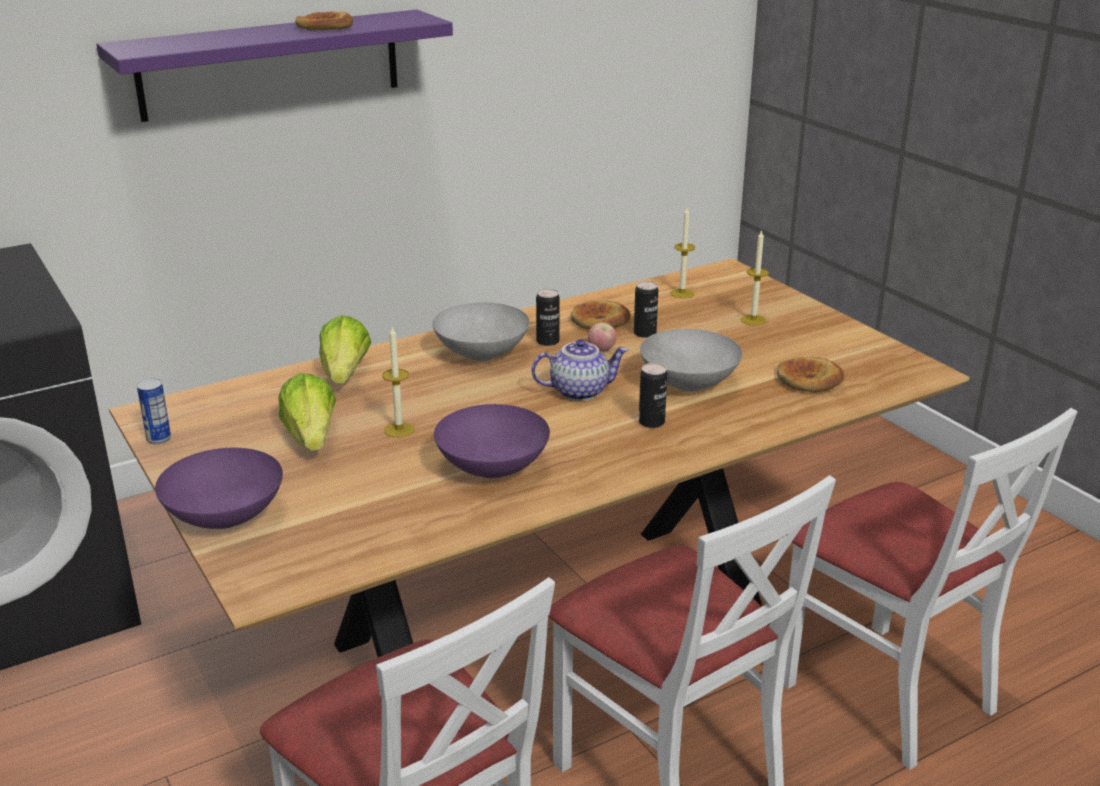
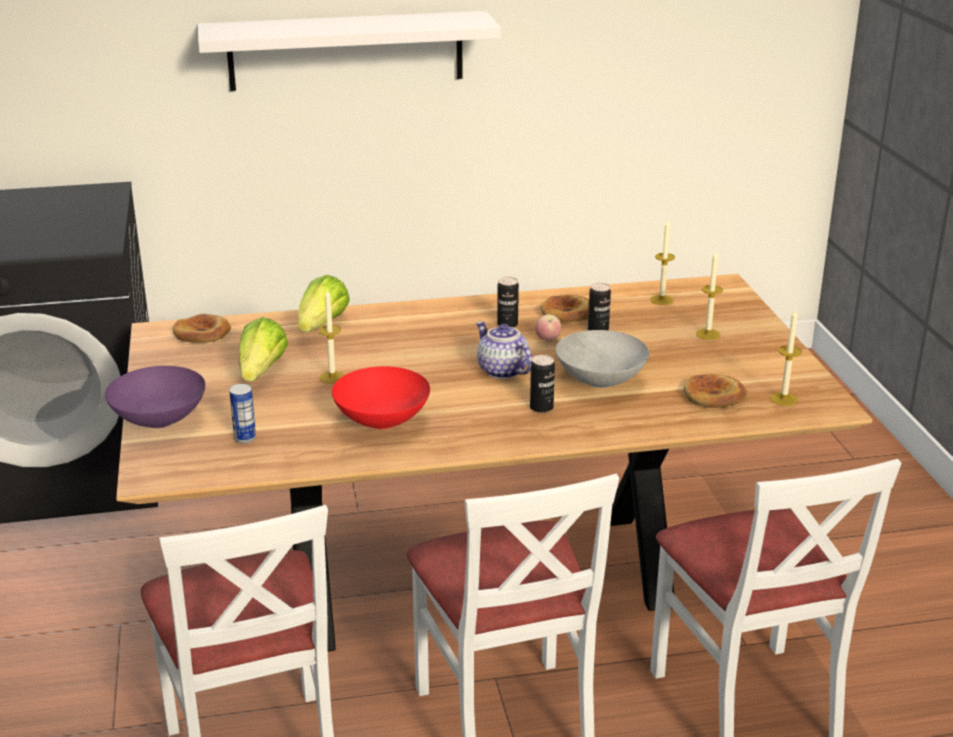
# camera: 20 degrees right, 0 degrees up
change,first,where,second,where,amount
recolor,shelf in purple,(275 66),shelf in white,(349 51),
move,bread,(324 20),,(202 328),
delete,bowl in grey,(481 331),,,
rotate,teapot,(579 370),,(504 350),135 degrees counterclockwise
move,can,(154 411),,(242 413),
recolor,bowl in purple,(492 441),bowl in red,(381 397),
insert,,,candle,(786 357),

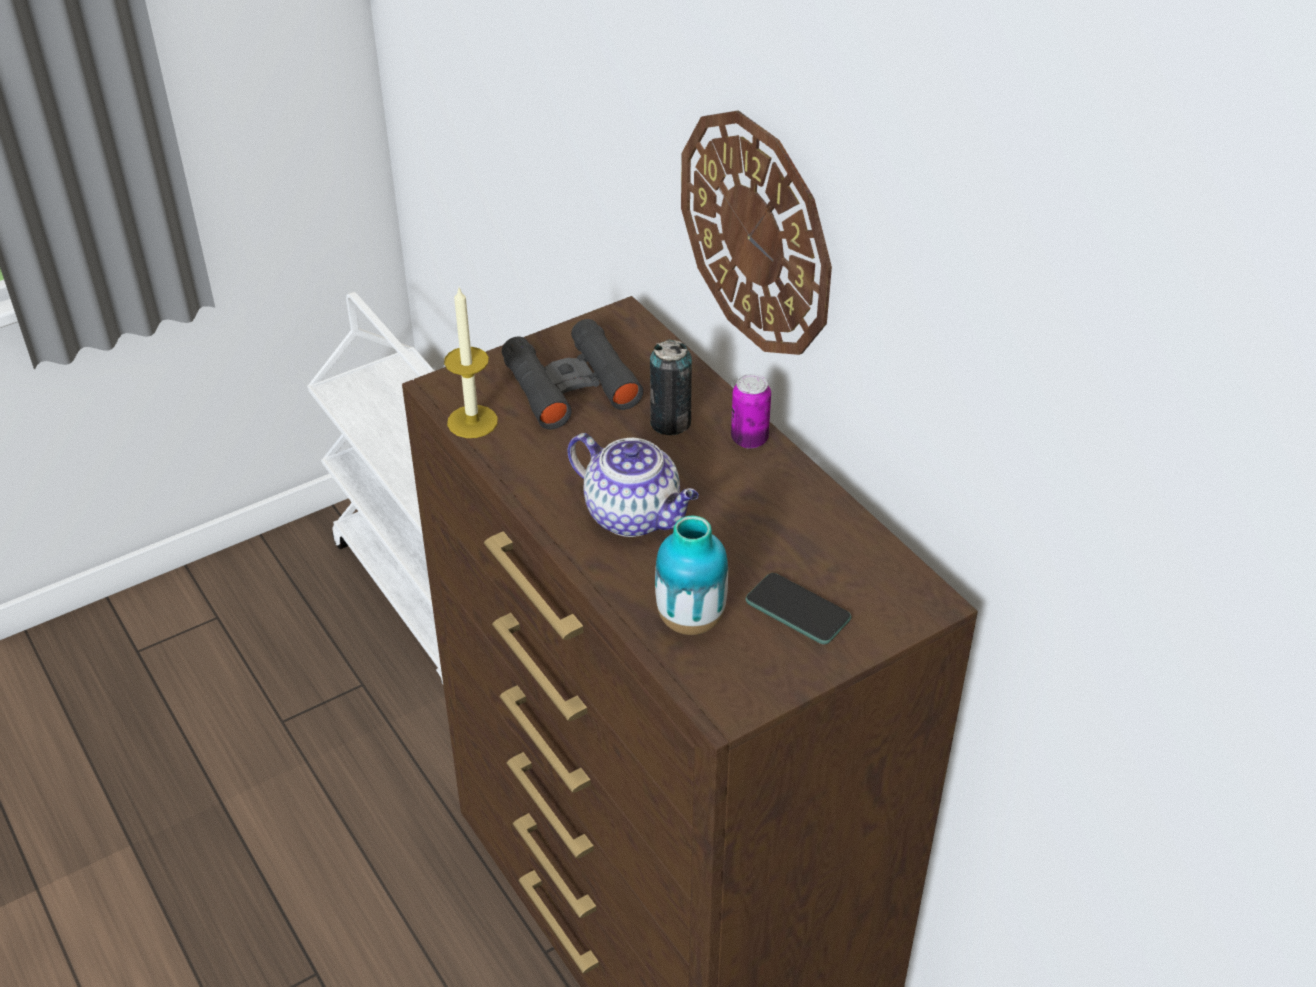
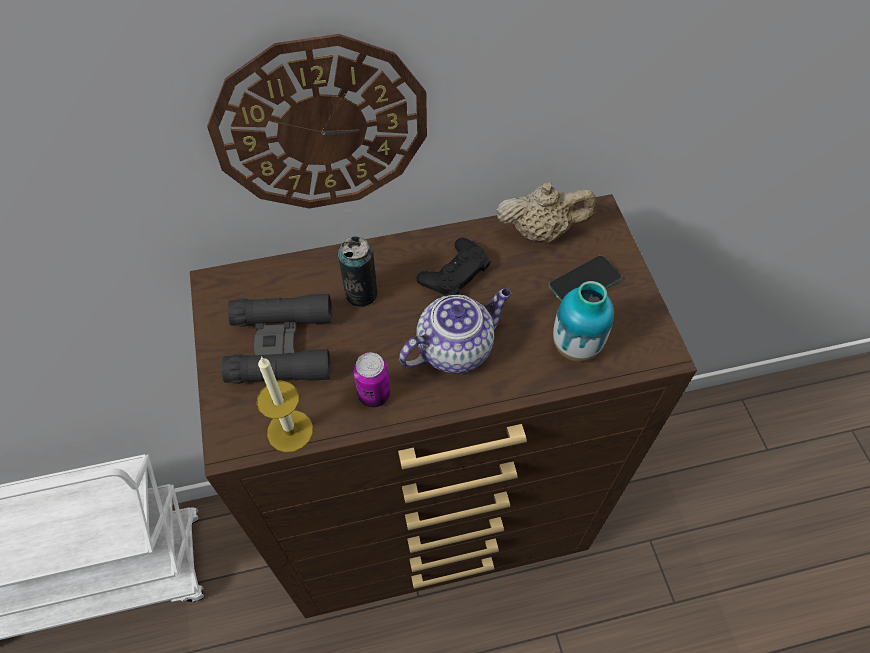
# camera: 70 degrees left, 15 degrees up
change,first,where,second,where,amount
move,can,(751 411),,(371 380),
insert,,,teapot in beige,(546 212),
insert,,,game controller in black,(454 267),

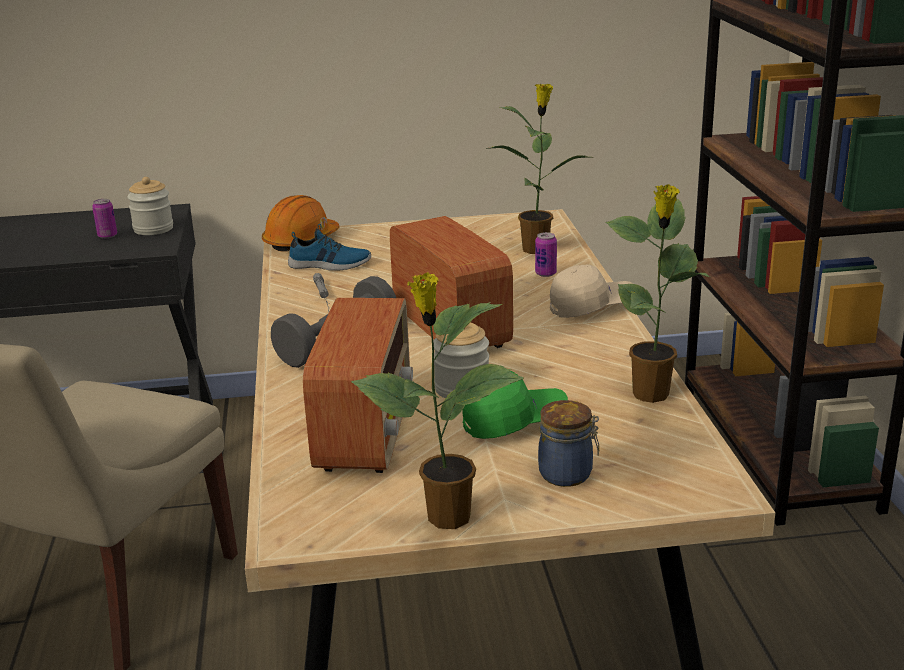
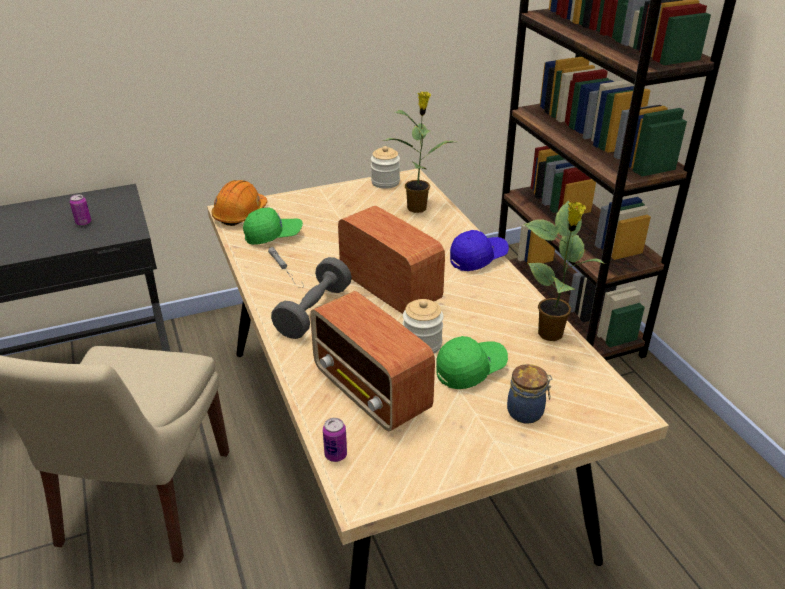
# camera: 15 degrees left, 10 degrees up
change,first,where,second,where,amount
move,jar,(150 206),,(385 167),
replace,shoe,(329 247),cap in green,(273 226),
move,can,(546 254),,(335 440),
recolor,cap in beige,(591 291),cap in blue,(479 250),
delete,potted plant,(437 400),,,
rotate,radio,(358 385),,(372 361),150 degrees clockwise

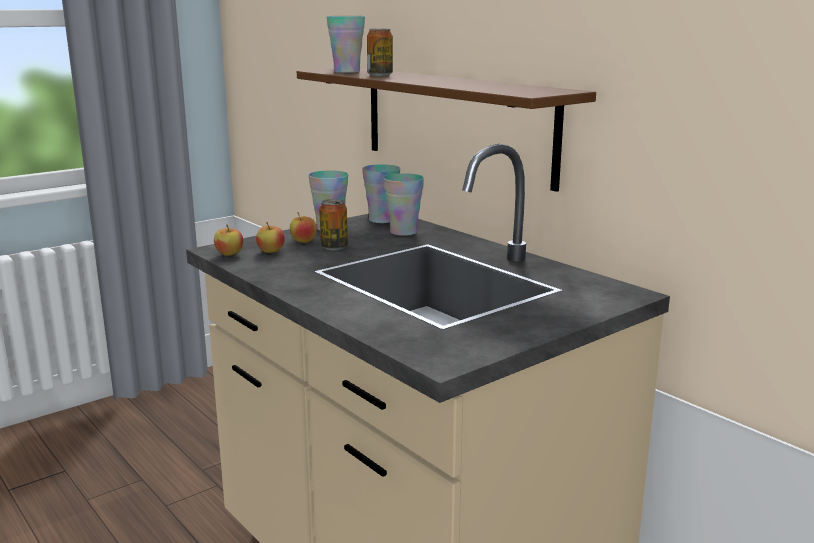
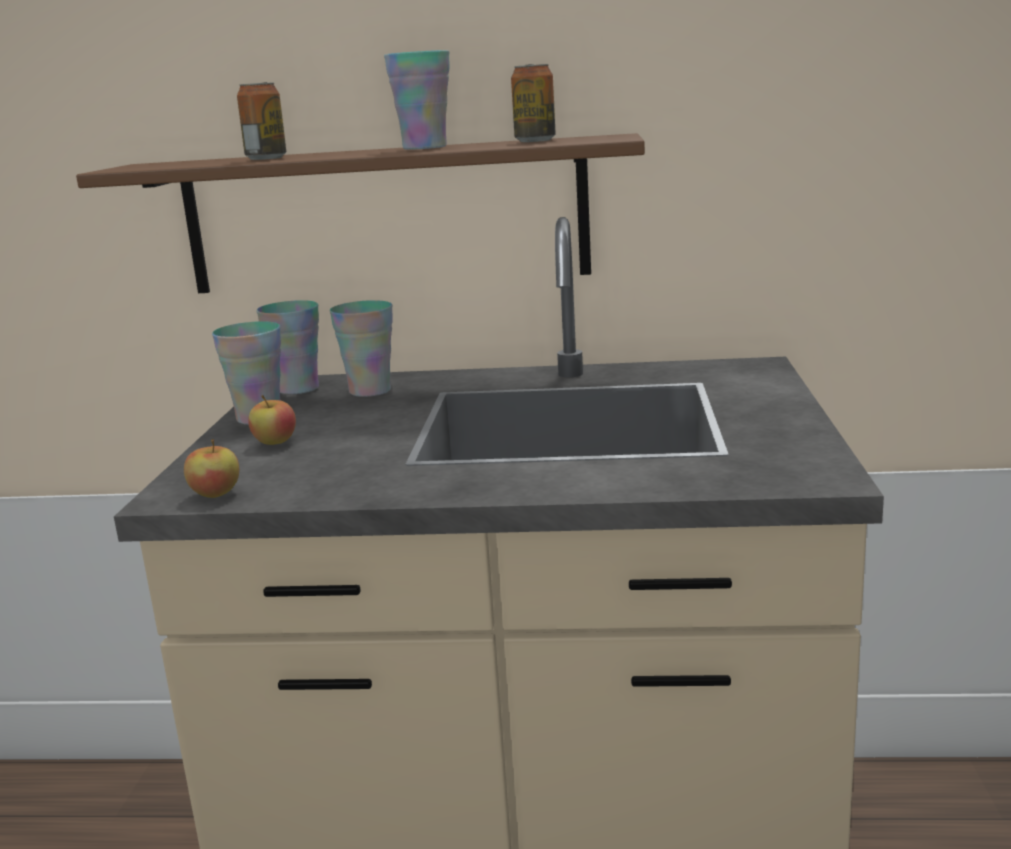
# camera: 45 degrees left, 0 degrees up
change,first,where,second,where,amount
move,cup,(346 44),,(417 100),
move,can,(333 224),,(533 103),
delete,apple,(270 237),,,

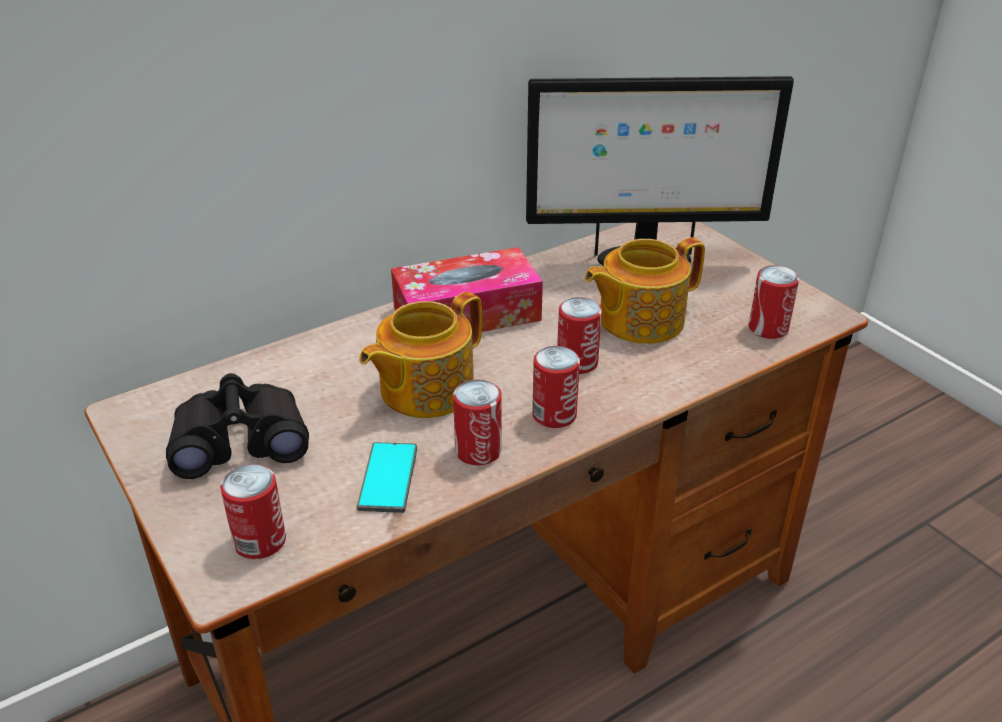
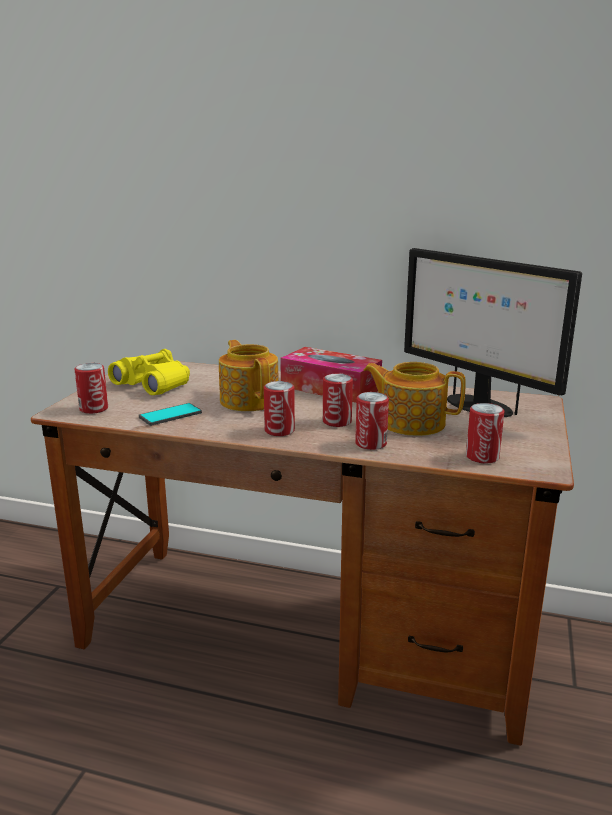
# camera: 50 degrees right, 15 degrees down
change,first,where,second,where,amount
rotate,teapot,(420 355),,(249 375),60 degrees clockwise
recolor,binoculars in black,(237 426),binoculars in yellow,(149 372),
move,can,(477 422),,(372 421),

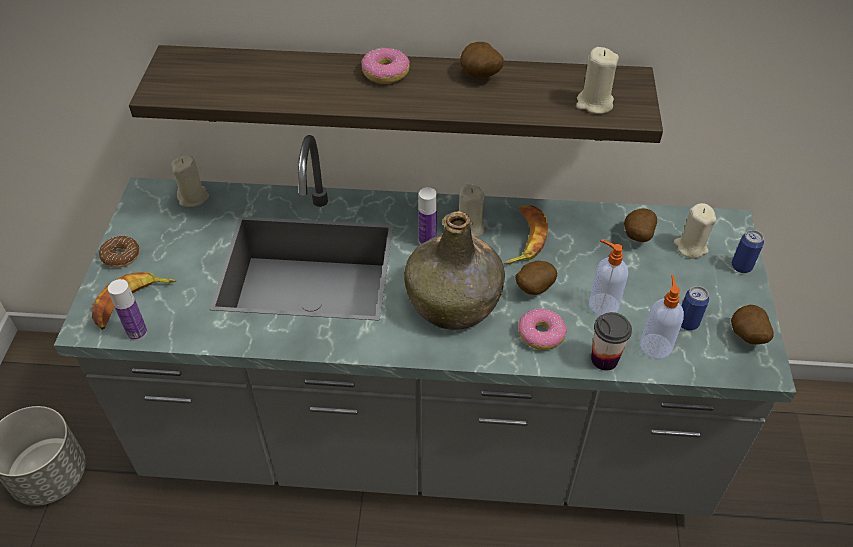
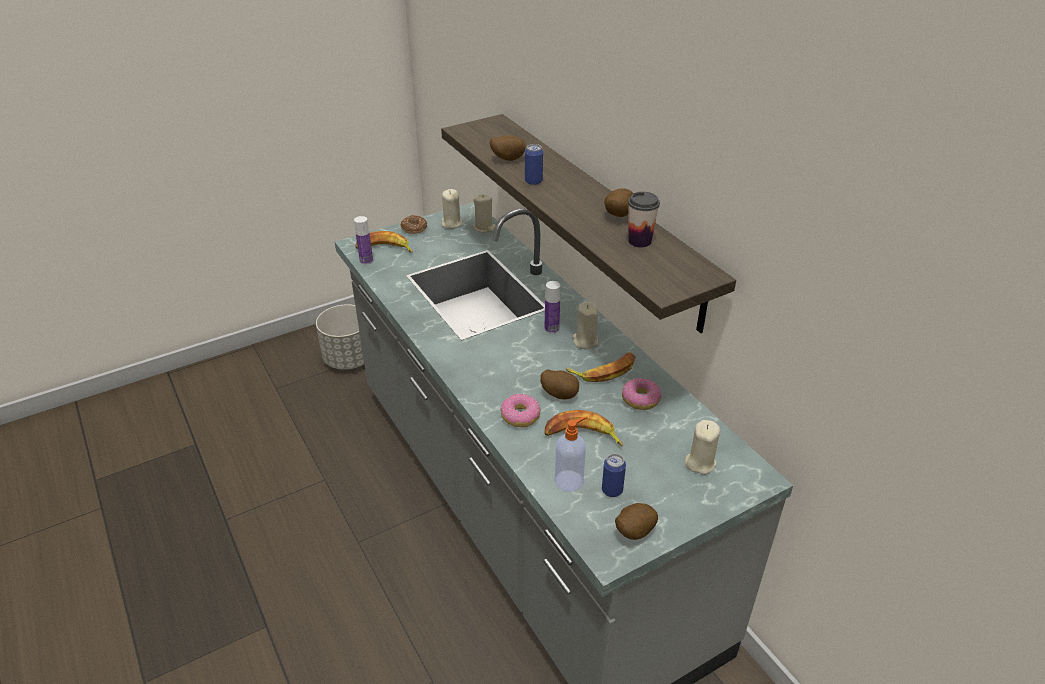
# camera: 55 degrees right, 10 degrees down
change,first,where,second,where,amount
move,candle in beige,(597 80),,(451 209),
move,donut,(385 66),,(641 394),
move,potato,(640 225),,(508 148),
delete,bottle in green,(454 270),,,
move,can,(748 251),,(534 164),
replace,soap dispenser,(608 277),banana,(584 428),
move,cup,(611 341),,(644 220),

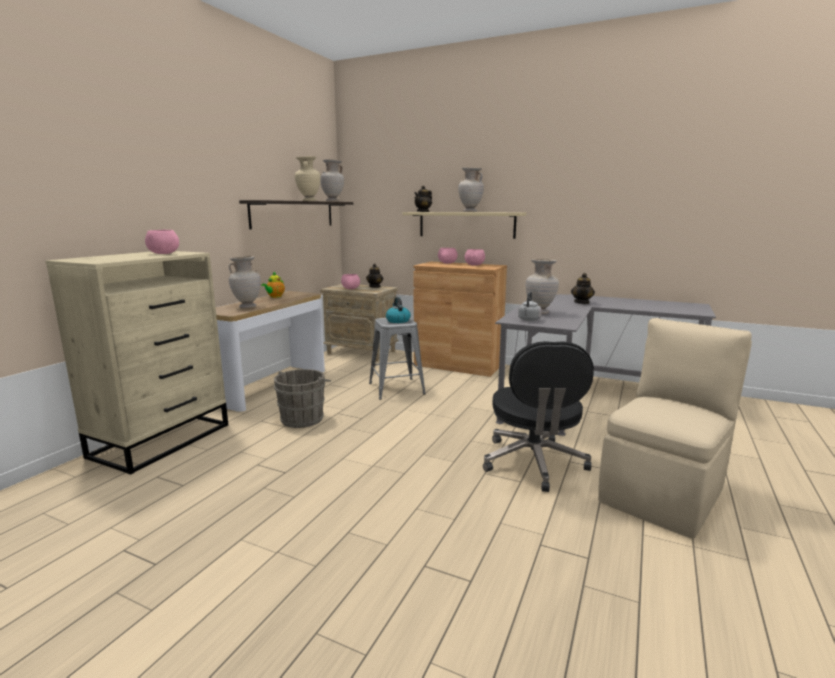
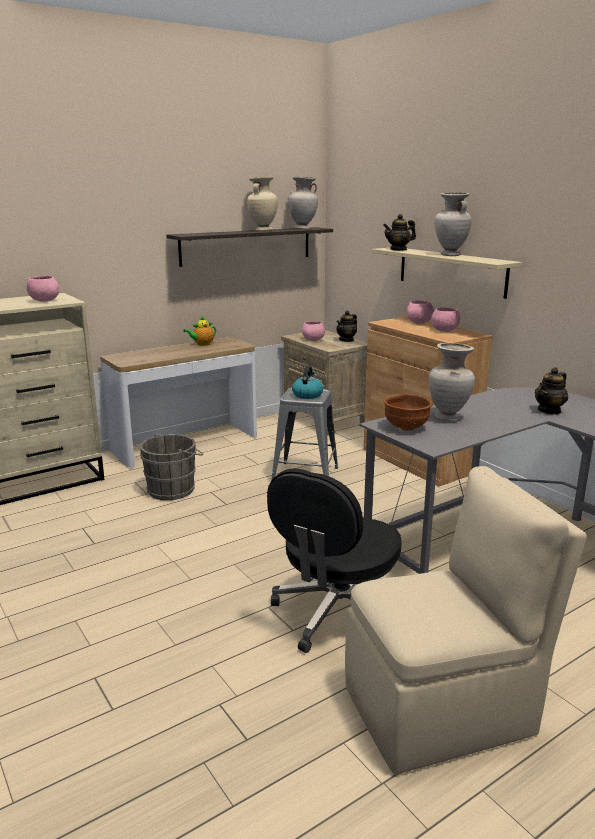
# camera: 30 degrees right, 5 degrees up
change,first,where,second,where,amount
delete,vase in beige,(245 282),,,
replace,kettle in grey,(530 306),bowl in brown,(408 412),

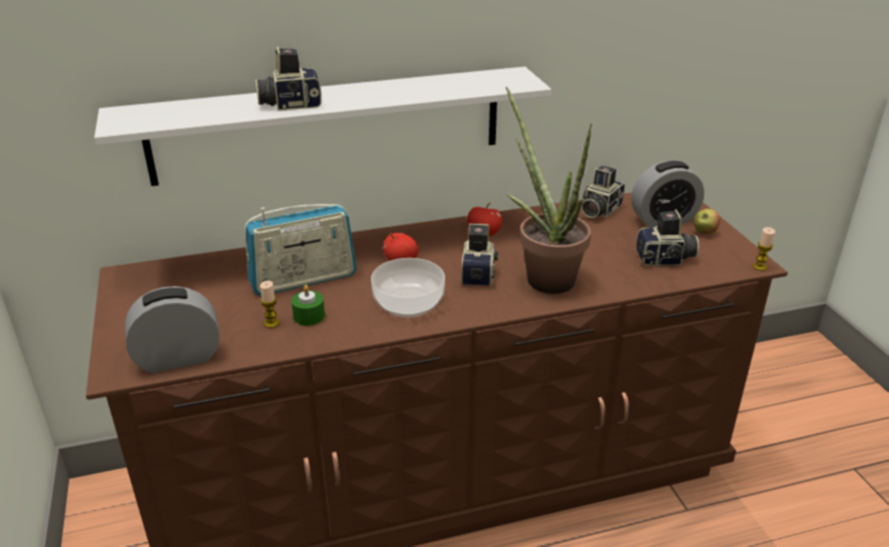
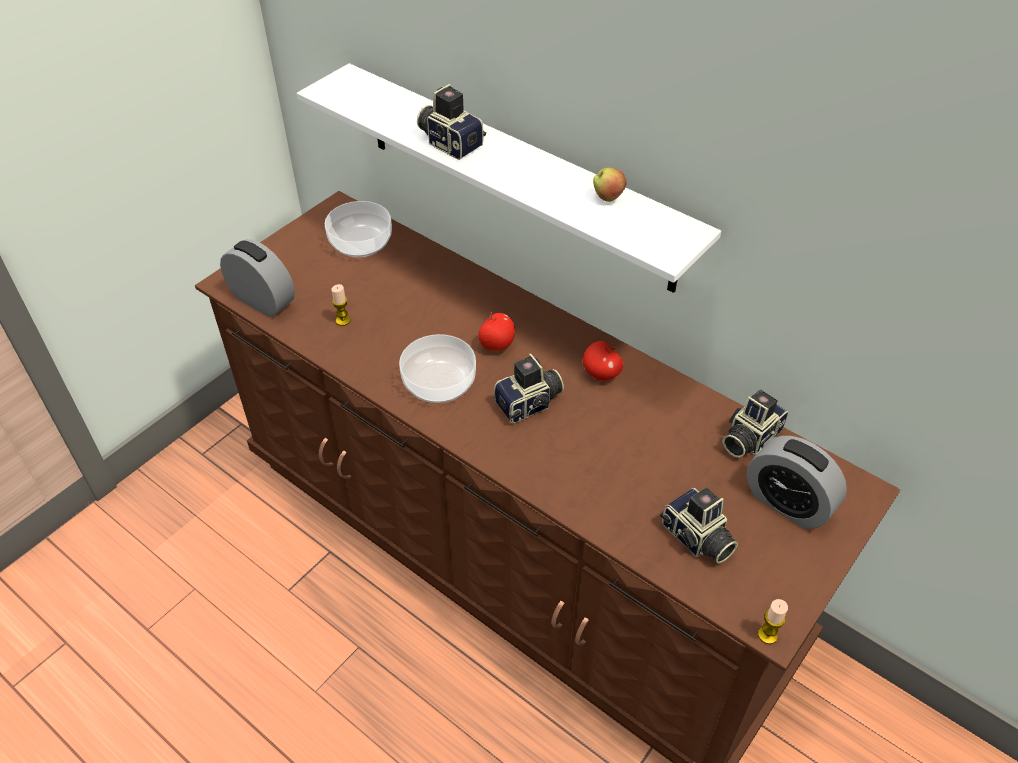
# camera: 55 degrees right, 15 degrees up
change,first,where,second,where,amount
delete,potted plant,(549 190),,,
rotate,photo camera,(603 192),,(756 424),45 degrees counterclockwise
delete,radio,(300 250),,,
move,apple,(707 221),,(609 185),
delete,candle in green,(308 305),,,
insert,,,bowl,(358 229),

